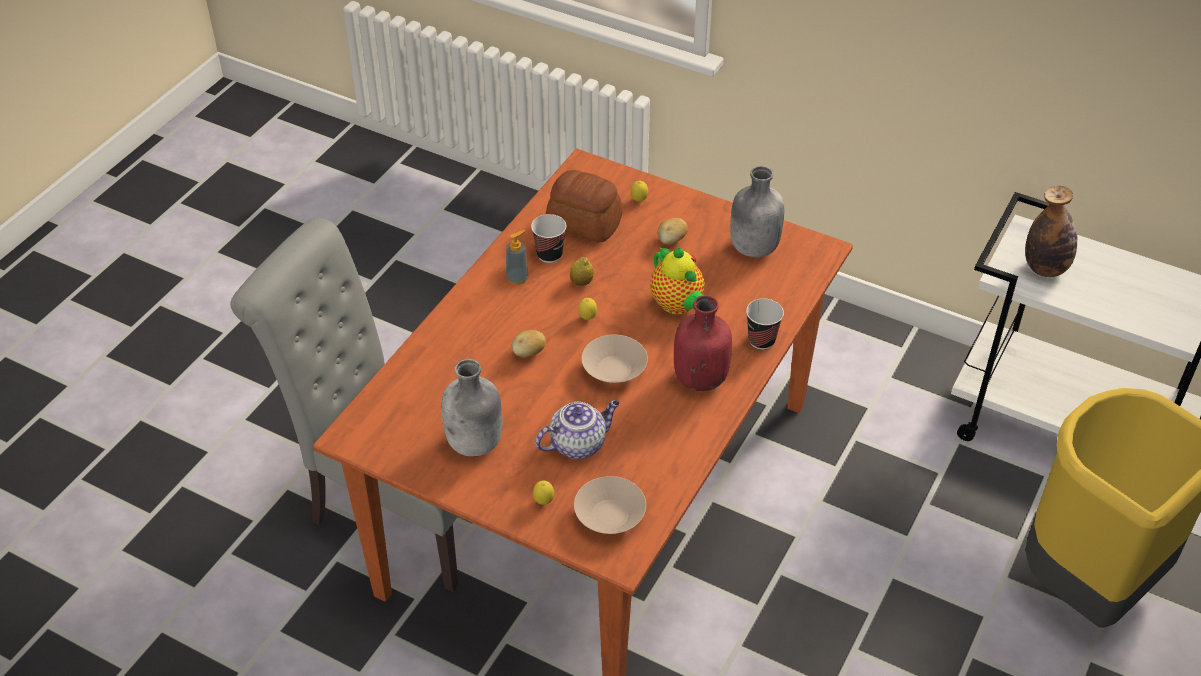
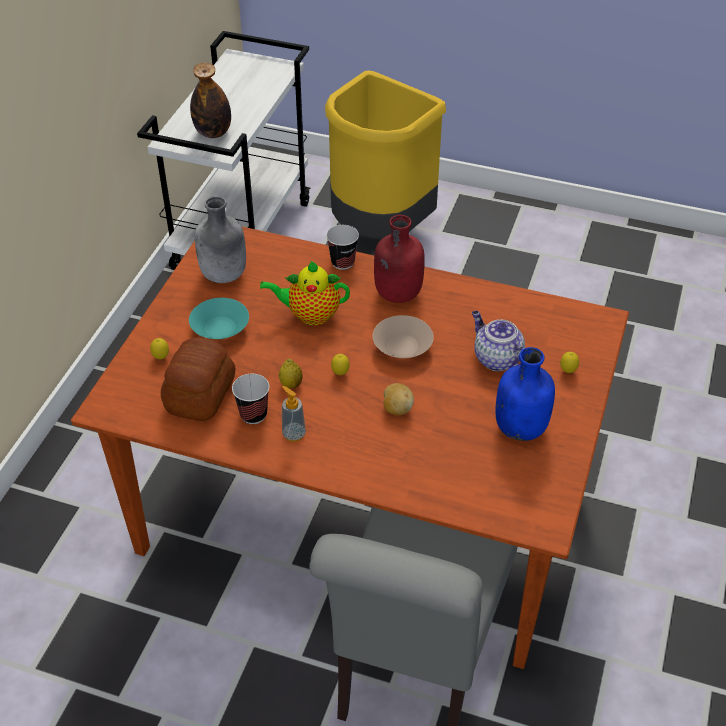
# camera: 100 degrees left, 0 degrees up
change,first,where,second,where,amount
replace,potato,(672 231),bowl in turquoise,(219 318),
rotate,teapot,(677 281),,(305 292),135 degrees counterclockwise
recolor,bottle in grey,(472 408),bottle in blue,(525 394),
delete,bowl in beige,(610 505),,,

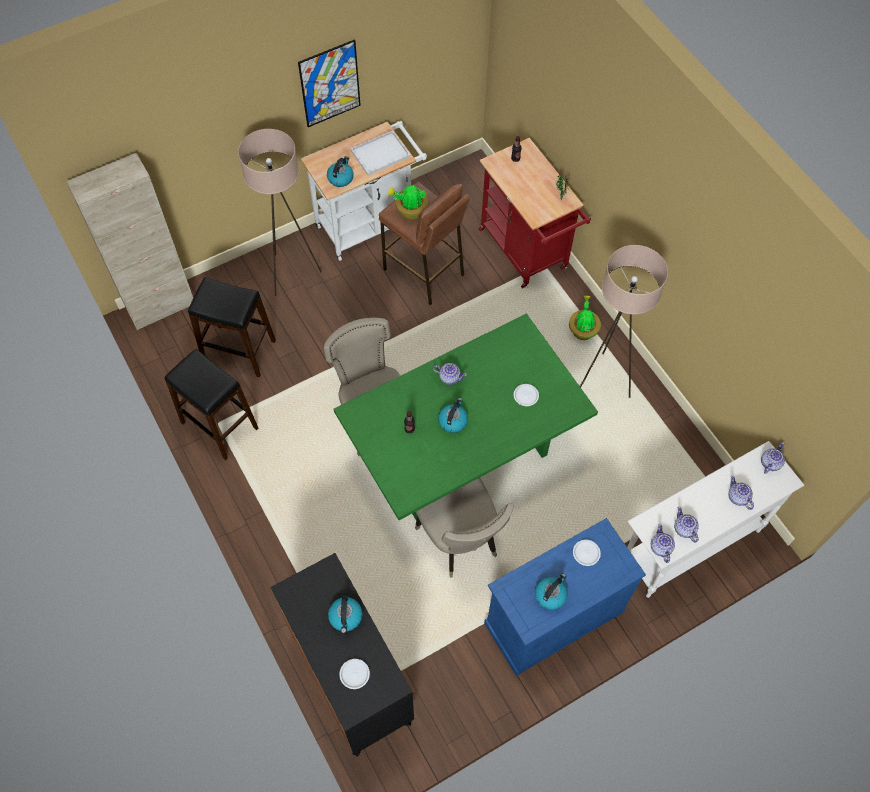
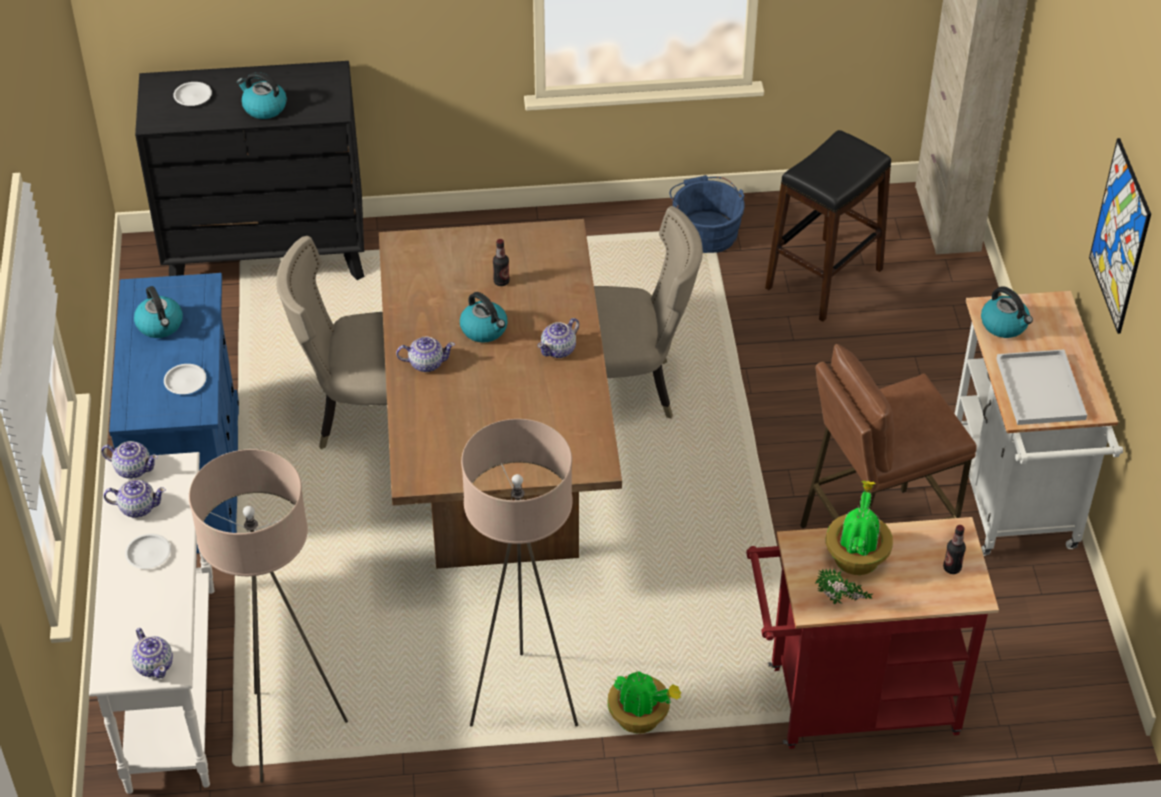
# camera: 115 degrees right, 15 degrees down
change,first,where,second,where,amount
move,floor lamp in beige,(280 212),,(268 616),
move,potted plant,(408 202),,(859 527),
recolor,dining table in green,(466 416),dining table in brown,(500 394),
replace,stool in black,(211 404),bucket in blue,(707 214),
move,plate in white,(526 395),,(148 551),
move,teapot,(741 492),,(425 354),

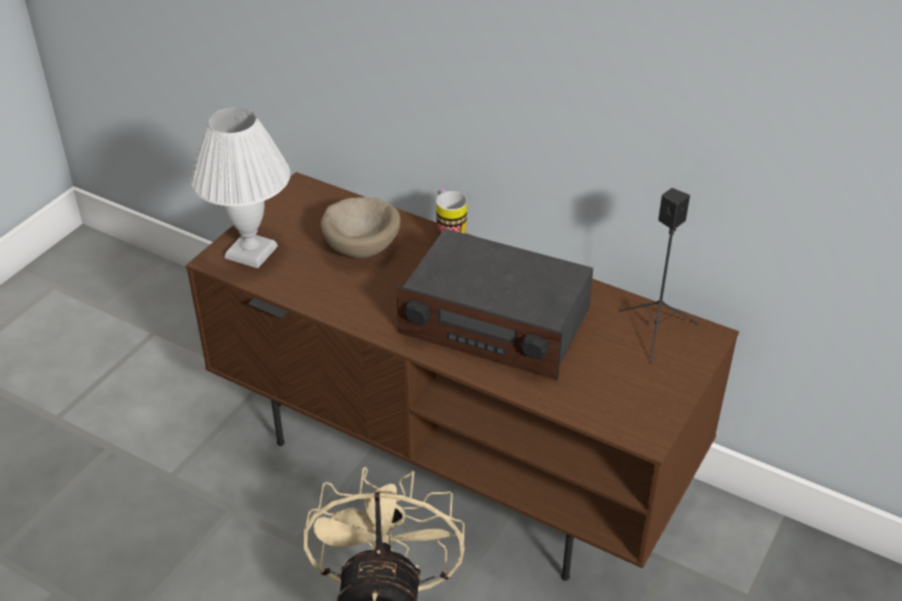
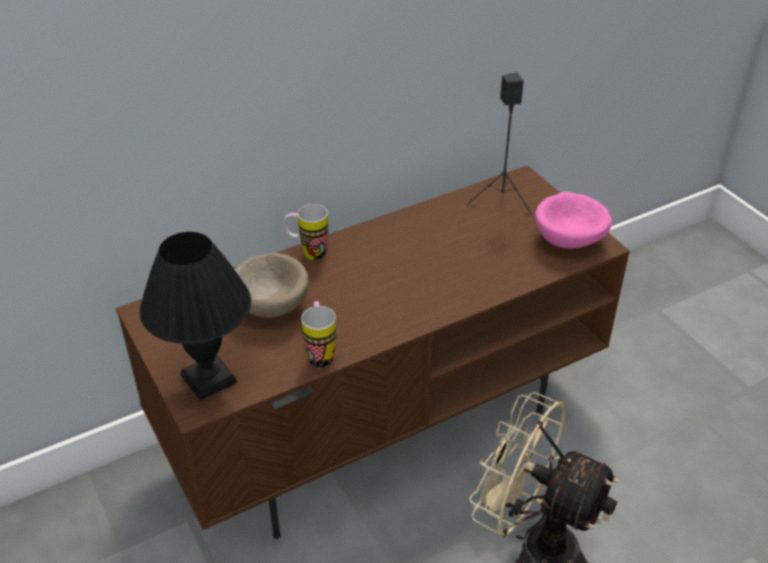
# camera: 60 degrees left, 0 degrees up
change,first,where,second,where,amount
recolor,table lamp in white,(240 187),table lamp in black,(195 316),
delete,radio,(495 304),,,
insert,,,bowl in pink,(573 220),
insert,,,mug,(318 334),

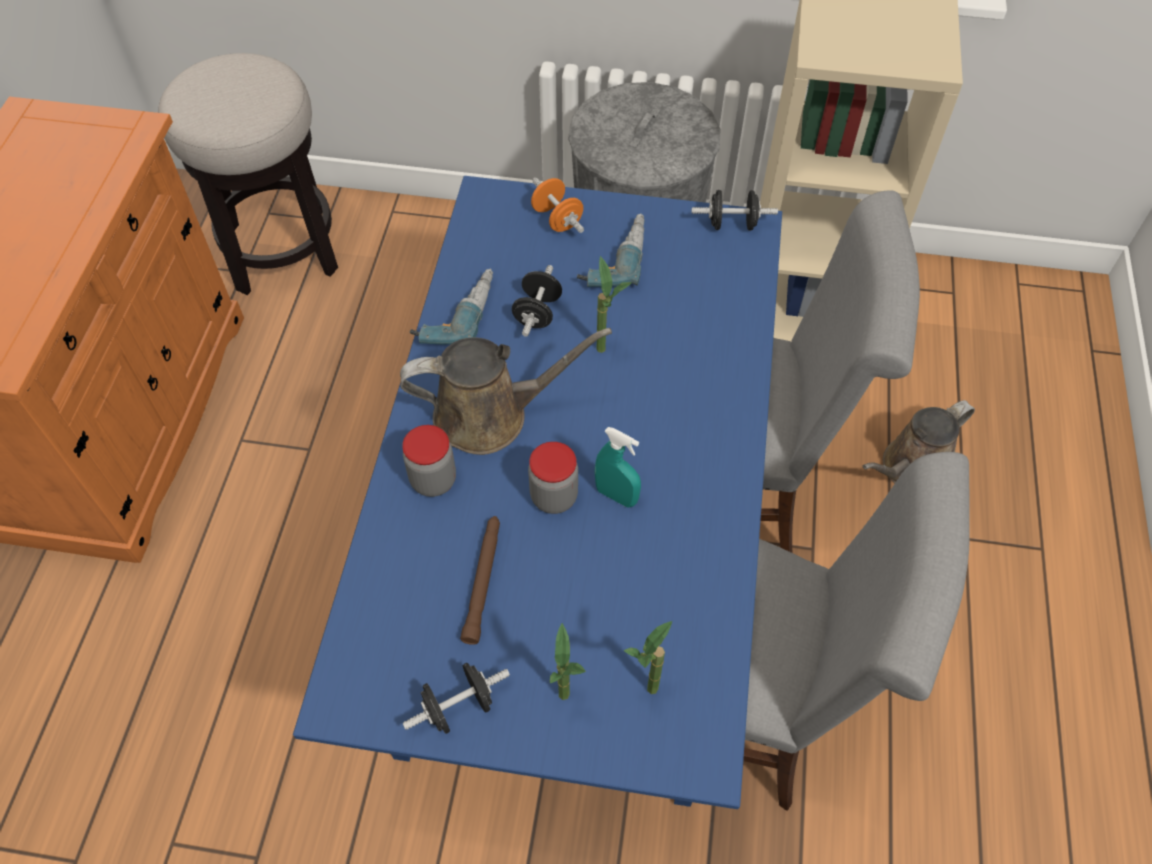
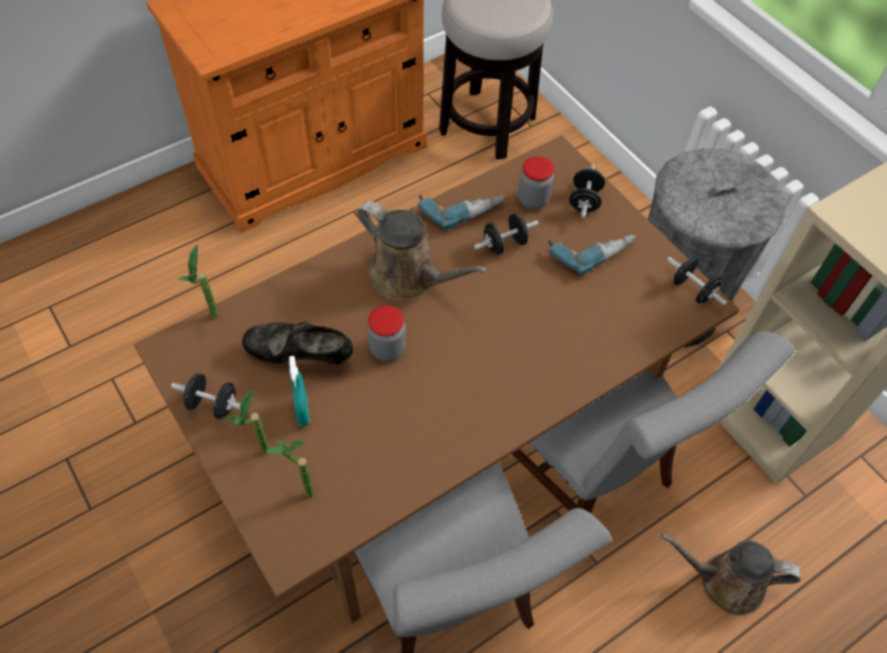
# camera: 45 degrees right, 0 degrees up
change,first,where,second,where,amount
recolor,dining table in blue,(537 492),dining table in brown,(436 379),
recolor,dumbbell in orange,(557 205),dumbbell in black,(587 191),
move,potted plant,(614 304),,(198 281),
move,jar,(429 461),,(536 182),
move,spray bottle in turquoise,(617 467),,(299 391),
replace,flashlight in brown,(480 580),shoe in black,(297 343),

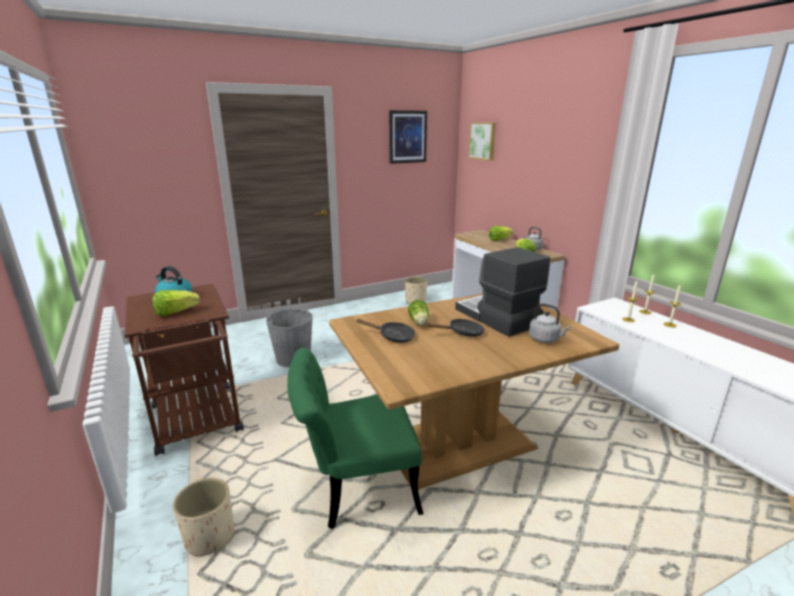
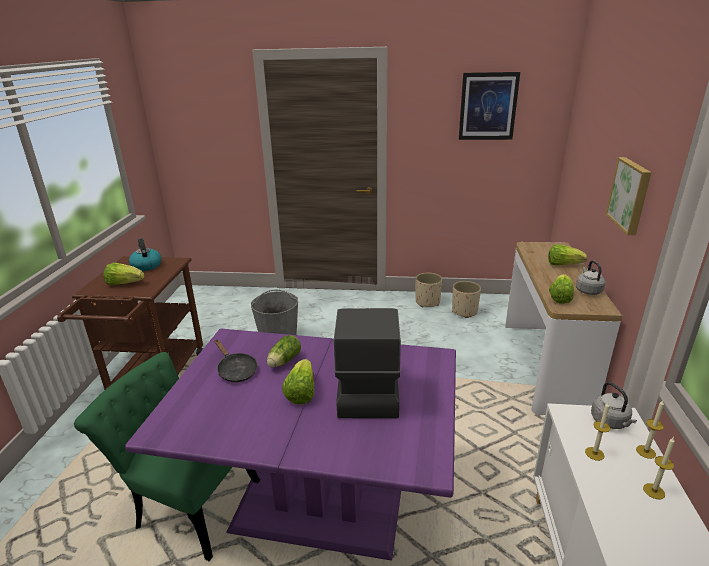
# camera: 35 degrees right, 5 degrees up
change,first,where,second,where,amount
move,picture,(482 141),,(628 196),
recolor,dining table in brown,(474 392),dining table in purple,(290 445),
move,kettle in grey,(550 323),,(614 405),
replace,frying pan in black,(455 328),lettuce,(298 381),
move,planter in beige,(203 517),,(429 290),

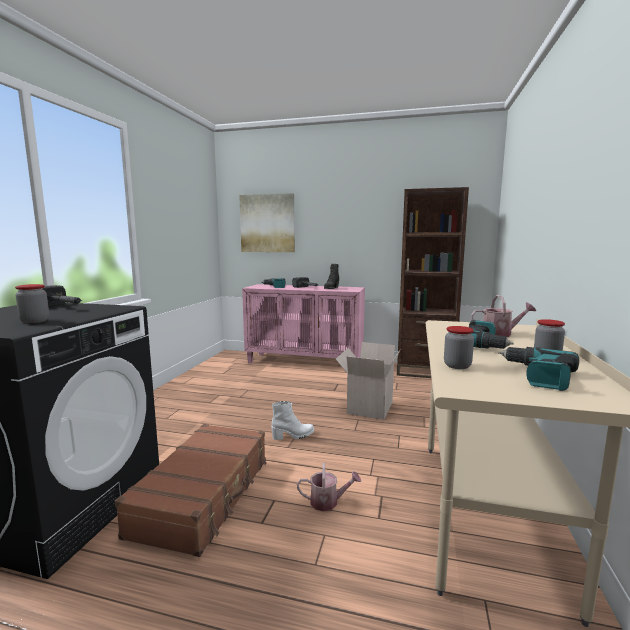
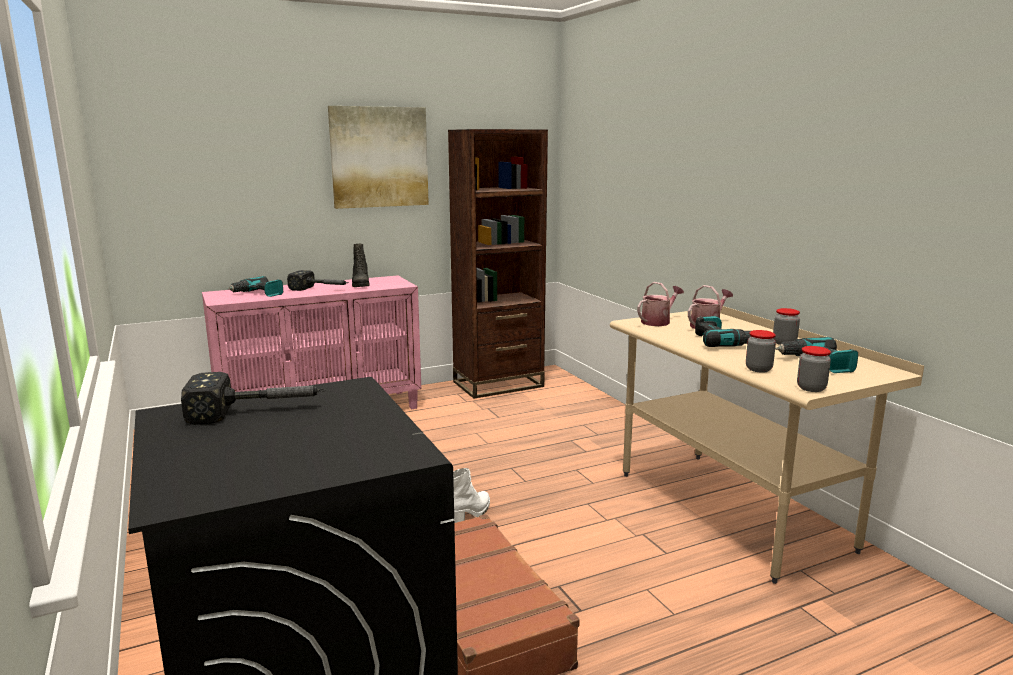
# camera: 40 degrees left, 5 degrees up
change,first,where,second,where,amount
move,picture,(267 222),,(378 157),
move,jar,(32 303),,(814 369),
delete,cardboard box,(368 381),,,
move,watering can,(329 487),,(660 304),

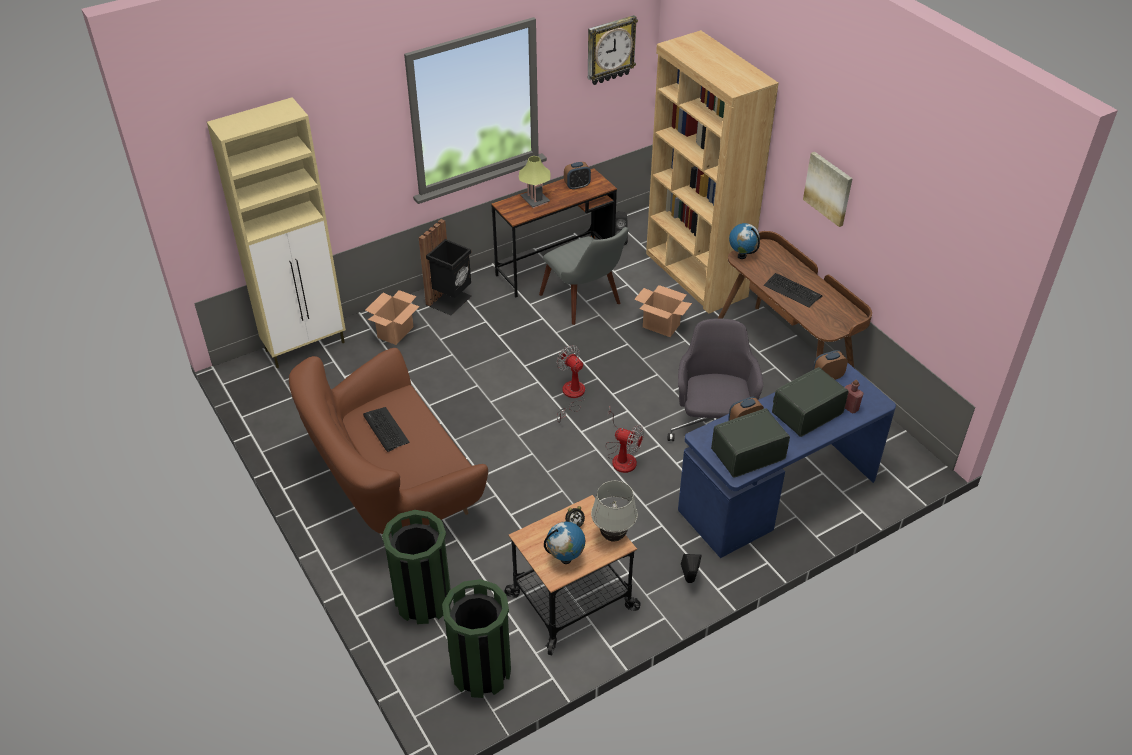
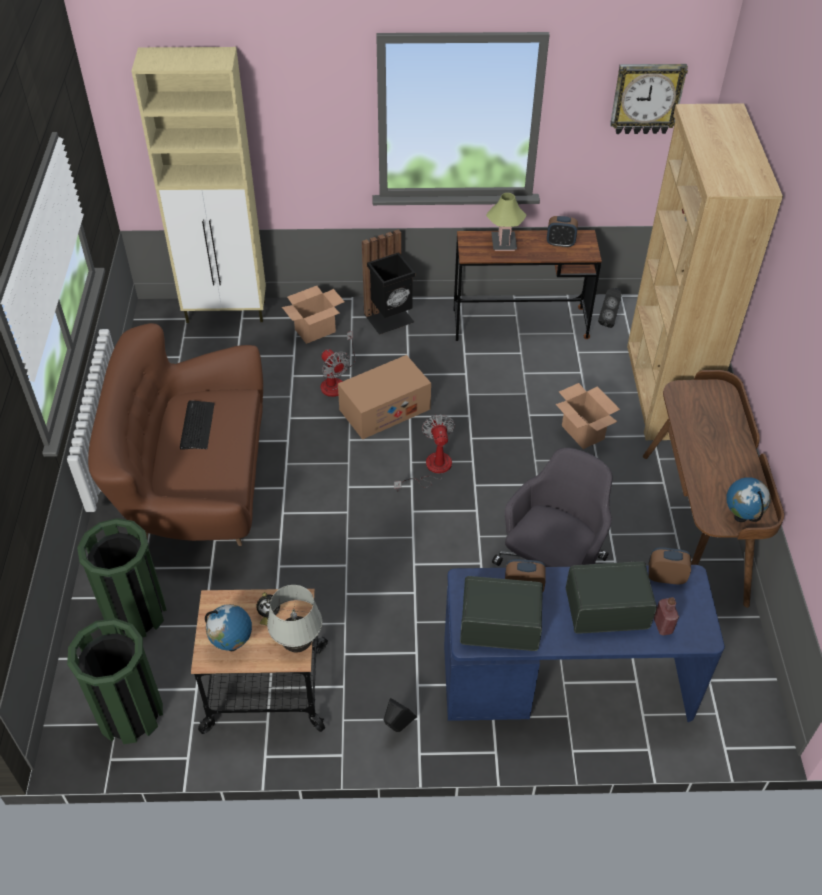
# camera: 30 degrees right, 5 degrees up
change,first,where,second,where,amount
delete,picture,(828 189),,,
move,globe,(744 241),,(748 499),
delete,chair in grey,(583 276),,,
delete,keyboard,(793 290),,,
move,fan,(624 439),,(338 364),
insert,,,cardboard box,(384 397),

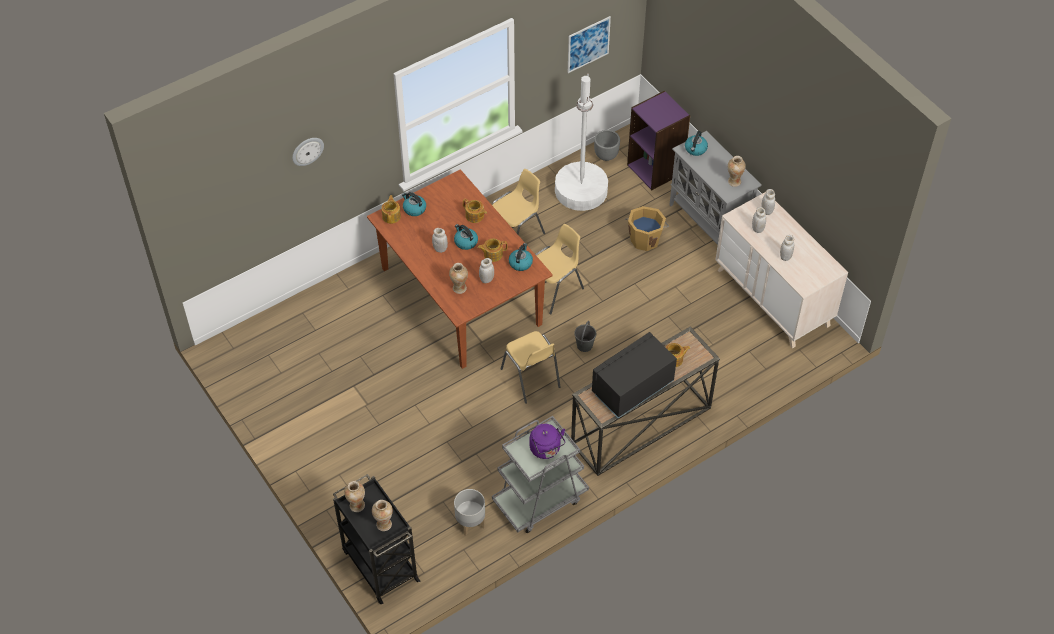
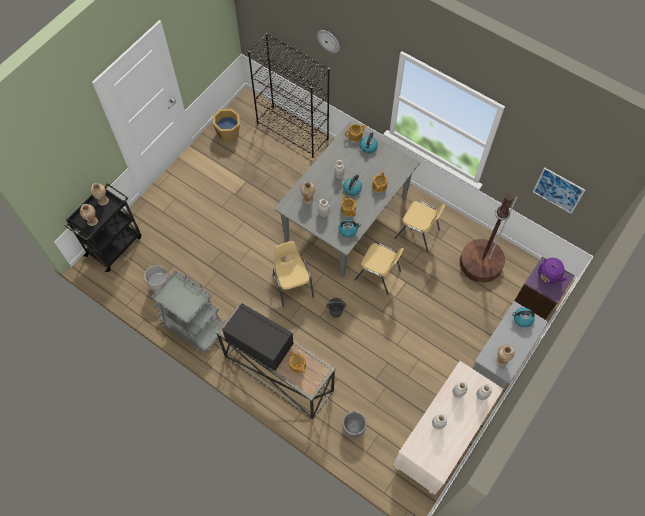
# camera: 70 degrees right, 10 degrees up
change,first,where,second,where,amount
recolor,floor lamp in white,(581 142),floor lamp in brown,(488 238),
move,planter in grey,(607 145),,(355 424),
recolor,dining table in brown,(460 269),dining table in grey,(347 199),
move,bucket in orange,(647 228),,(226 125),
rotate,chair in yellow,(531 367),,(293 274),120 degrees clockwise
move,kettle in purple,(547 441),,(552 271),
insert,,,bookcase in black,(289 95),

